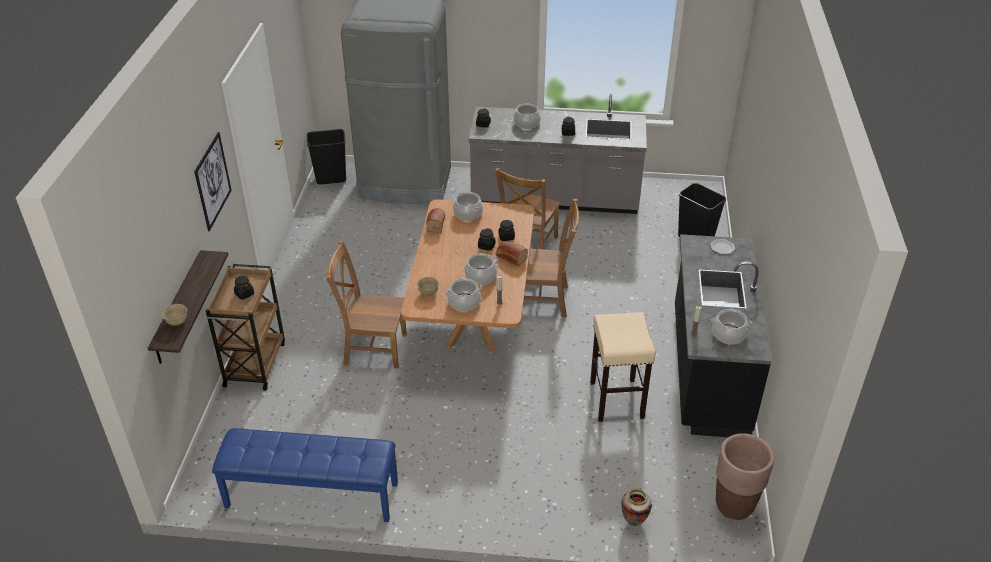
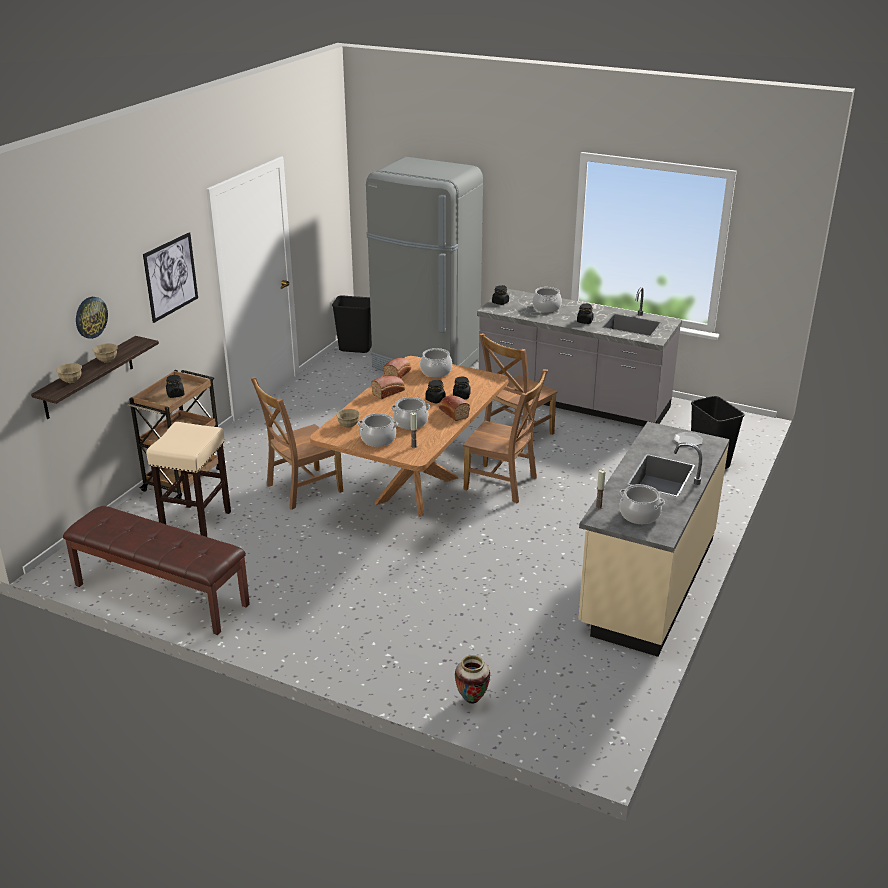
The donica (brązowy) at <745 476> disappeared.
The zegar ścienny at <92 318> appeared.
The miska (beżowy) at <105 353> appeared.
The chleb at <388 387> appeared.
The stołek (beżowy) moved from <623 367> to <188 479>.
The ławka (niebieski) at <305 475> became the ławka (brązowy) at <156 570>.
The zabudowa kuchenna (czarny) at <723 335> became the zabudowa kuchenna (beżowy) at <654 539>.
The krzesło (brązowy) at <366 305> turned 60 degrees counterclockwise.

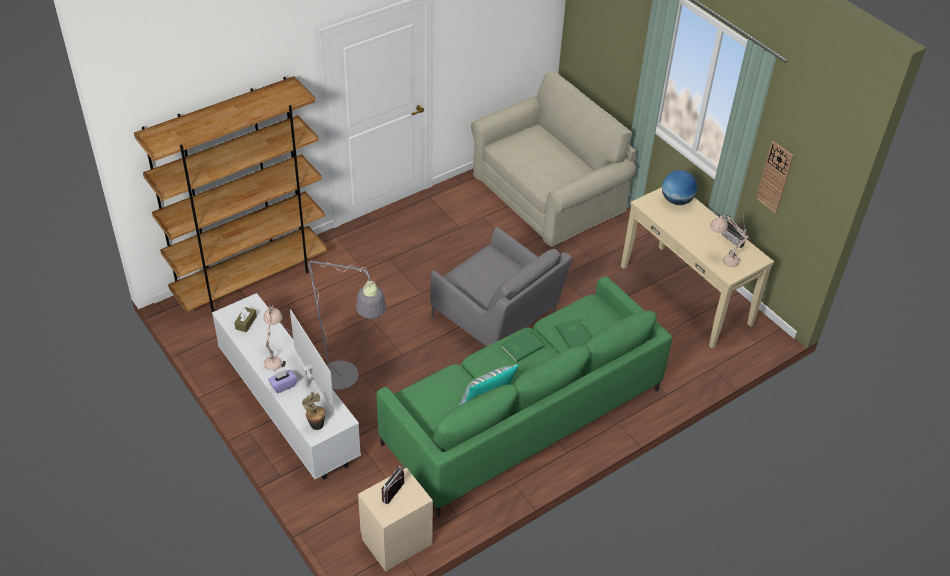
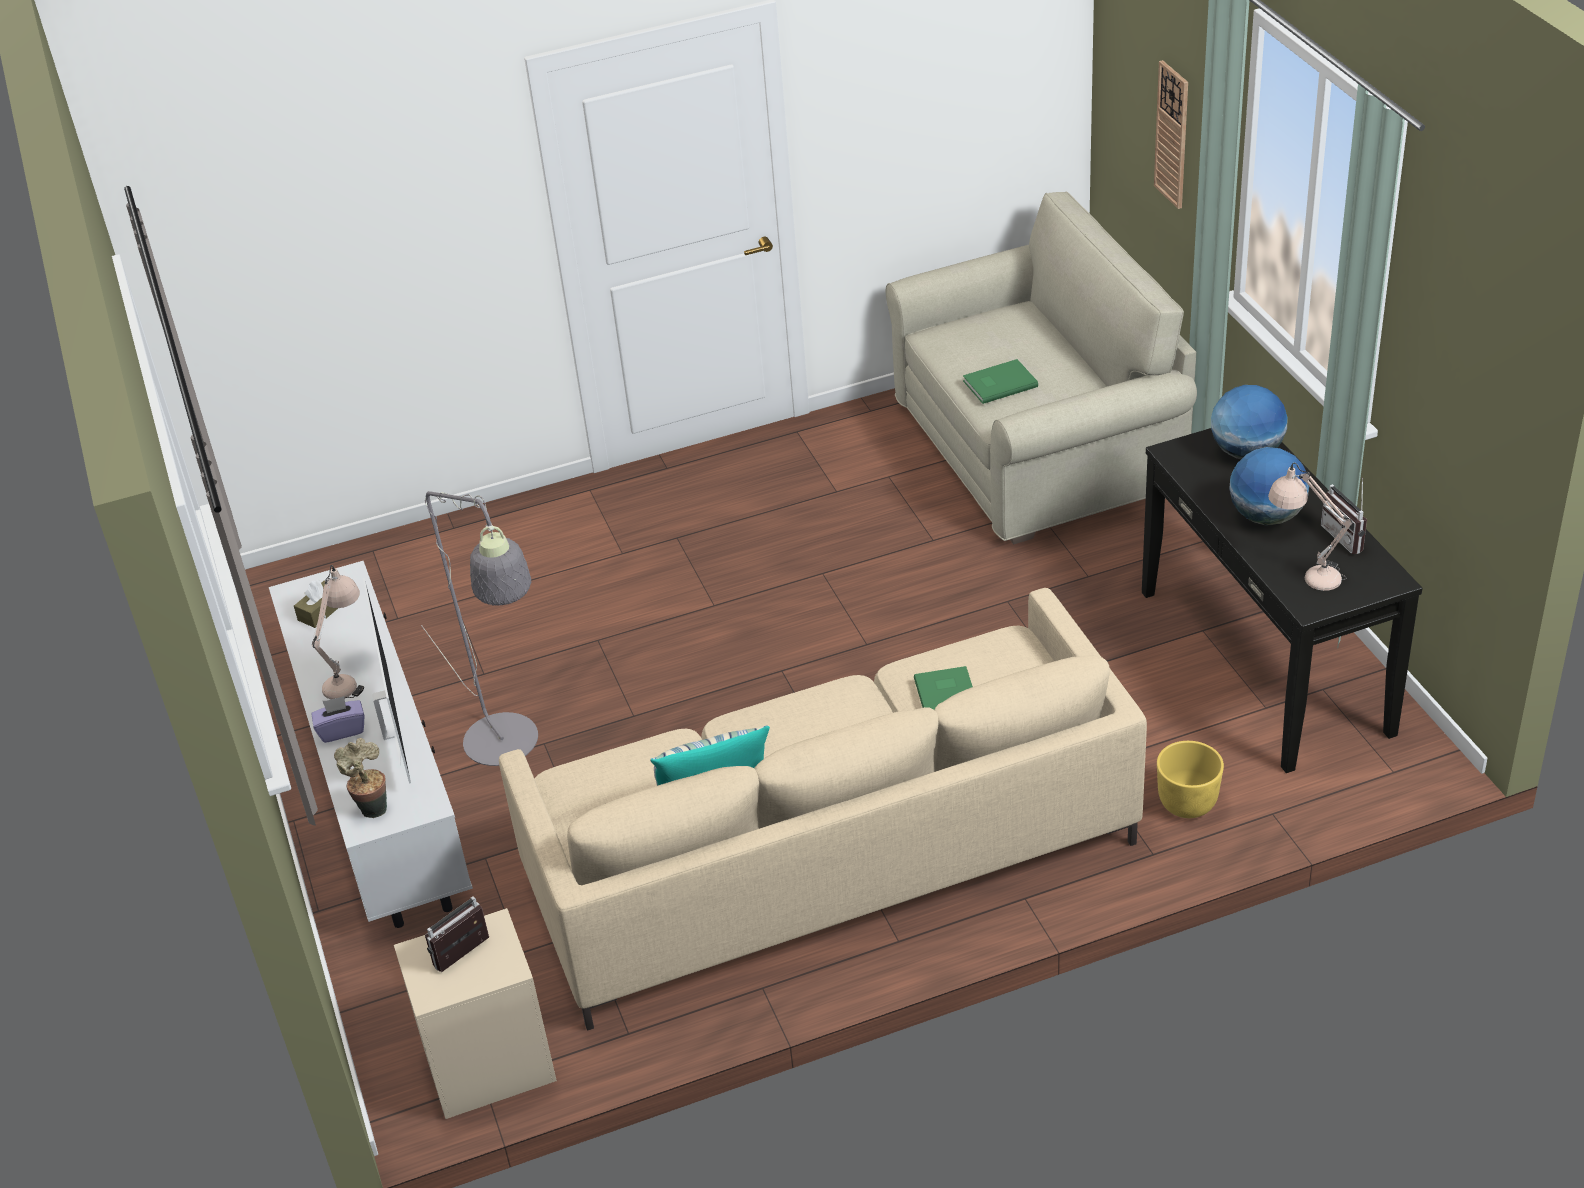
The regał (brązowy) at <231 194> disappeared.
The fotel (szary) at <501 287> disappeared.
The donica (żółty) at <1190 779> appeared.
The globus at <1269 486> appeared.
The książka (zielony) moved from <522 346> to <1000 381>.
The zegar ścienny moved from <775 177> to <1171 134>.
The kanapa (zielony) at <524 396> became the kanapa (beżowy) at <823 809>.
The stolik konsolowy (beżowy) at <697 267> became the stolik konsolowy (czarny) at <1282 600>.

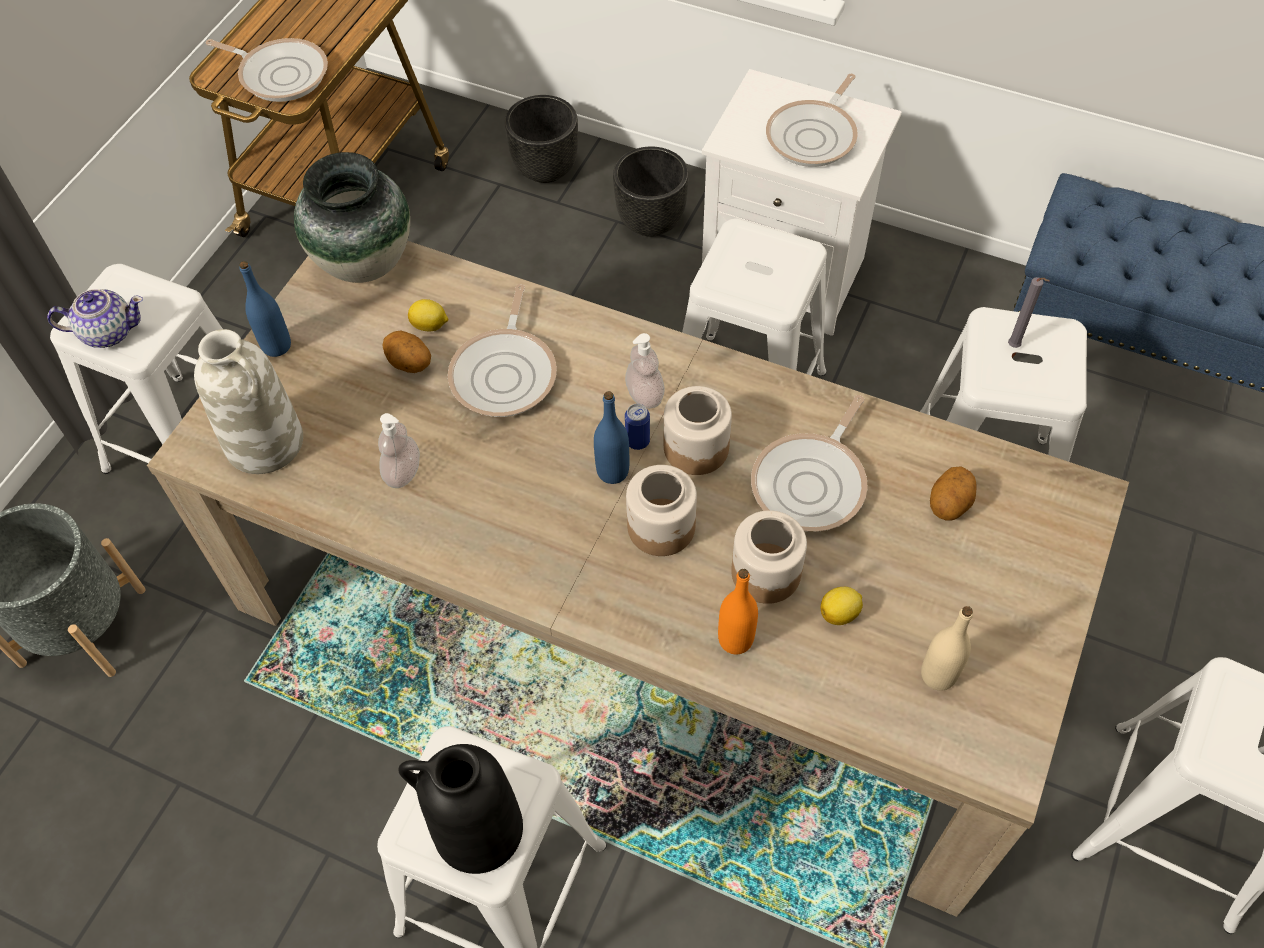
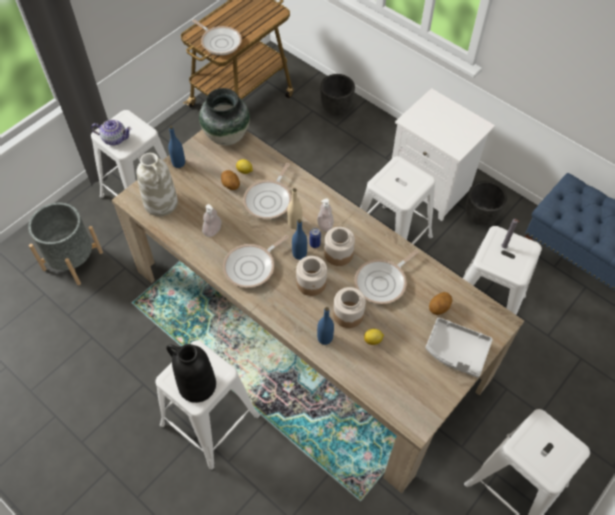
The taca (szary) at <459 348> appeared.
The donica (czarny) moved from <651 192> to <486 203>.
The patelnia moved from <812 120> to <256 261>.
The butelka (beżowy) moved from <947 648> to <294 208>.
The butelka (pomarańczowy) at <738 612> became the butelka (niebieski) at <325 326>.

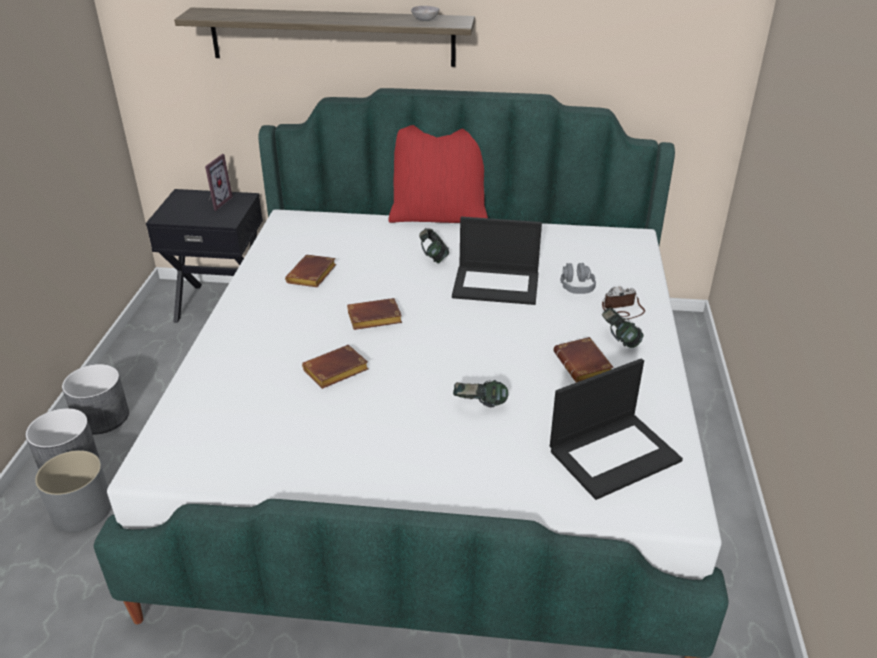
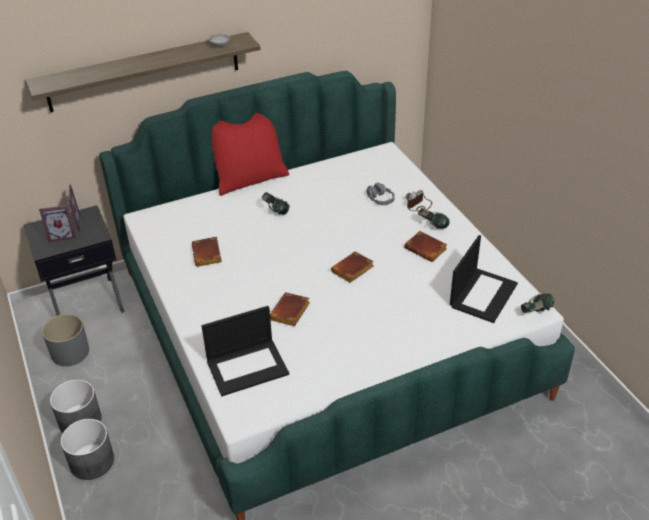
The ramka na zdjęcie at <57 223> appeared.
The donica (szary) moved from <73 491> to <65 340>.
The książka (brązowy) moved from <374 314> to <352 267>.
The laptop moved from <497 261> to <245 351>.
The słuchawki moved from <480 393> to <537 303>.

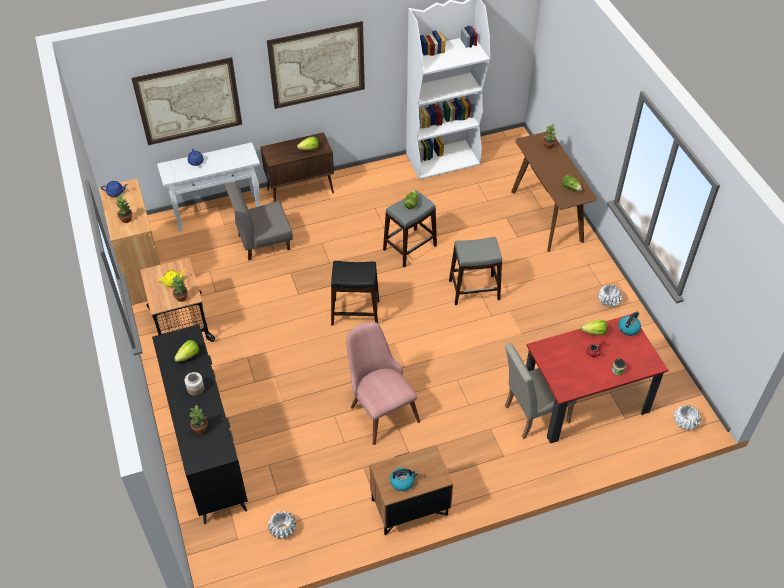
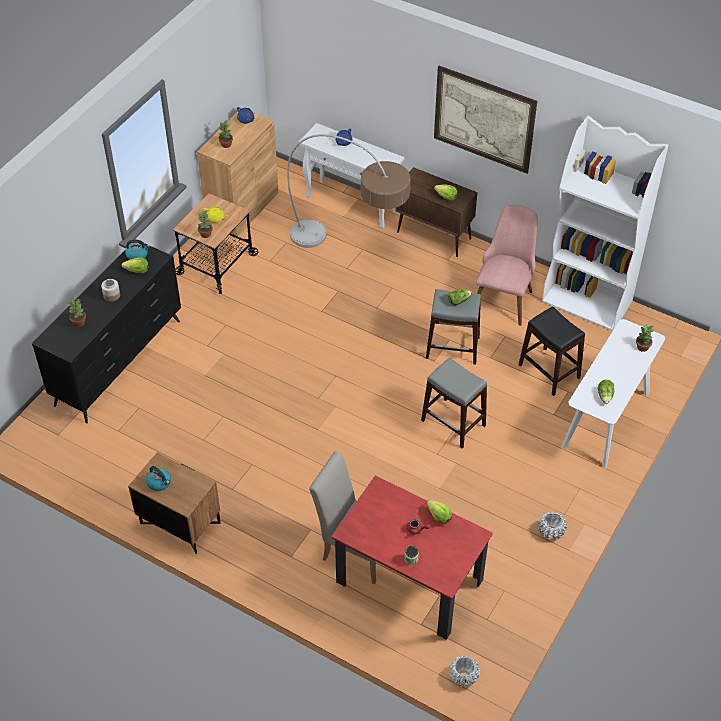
The obraz at <187 101> disappeared.
The donica (biały) at <282 525> disappeared.
The stołek (czarny) moved from <355 293> to <551 351>.
The krzesło (różowy) moved from <383 383> to <507 265>.
The czajnik moved from <629 324> to <137 249>.
The krzesło (szary) at <259 221> was replaced by the lampa stojąca at <349 191>.
The stolik konsolowy (brązowy) at <554 192> became the stolik konsolowy (biały) at <613 393>.

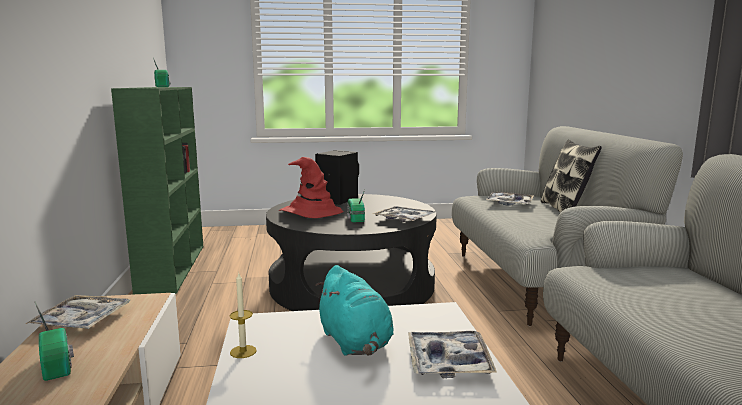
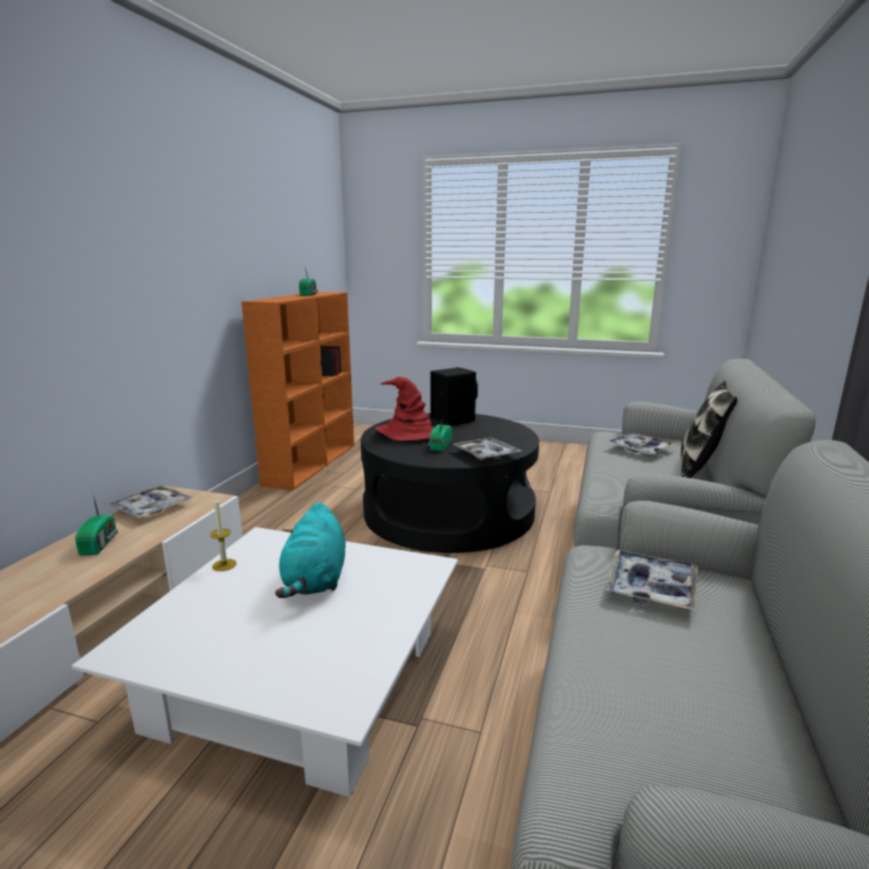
The taca moved from <452 354> to <651 580>.
The regał (zielony) at <157 190> became the regał (pomarańczowy) at <298 391>.

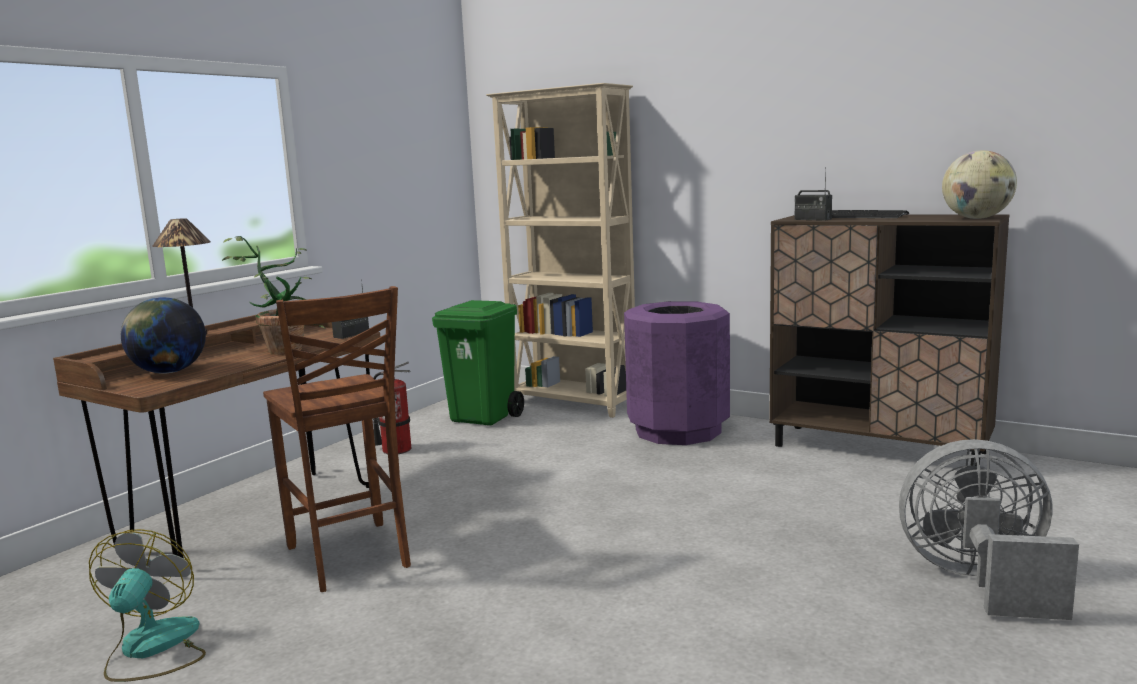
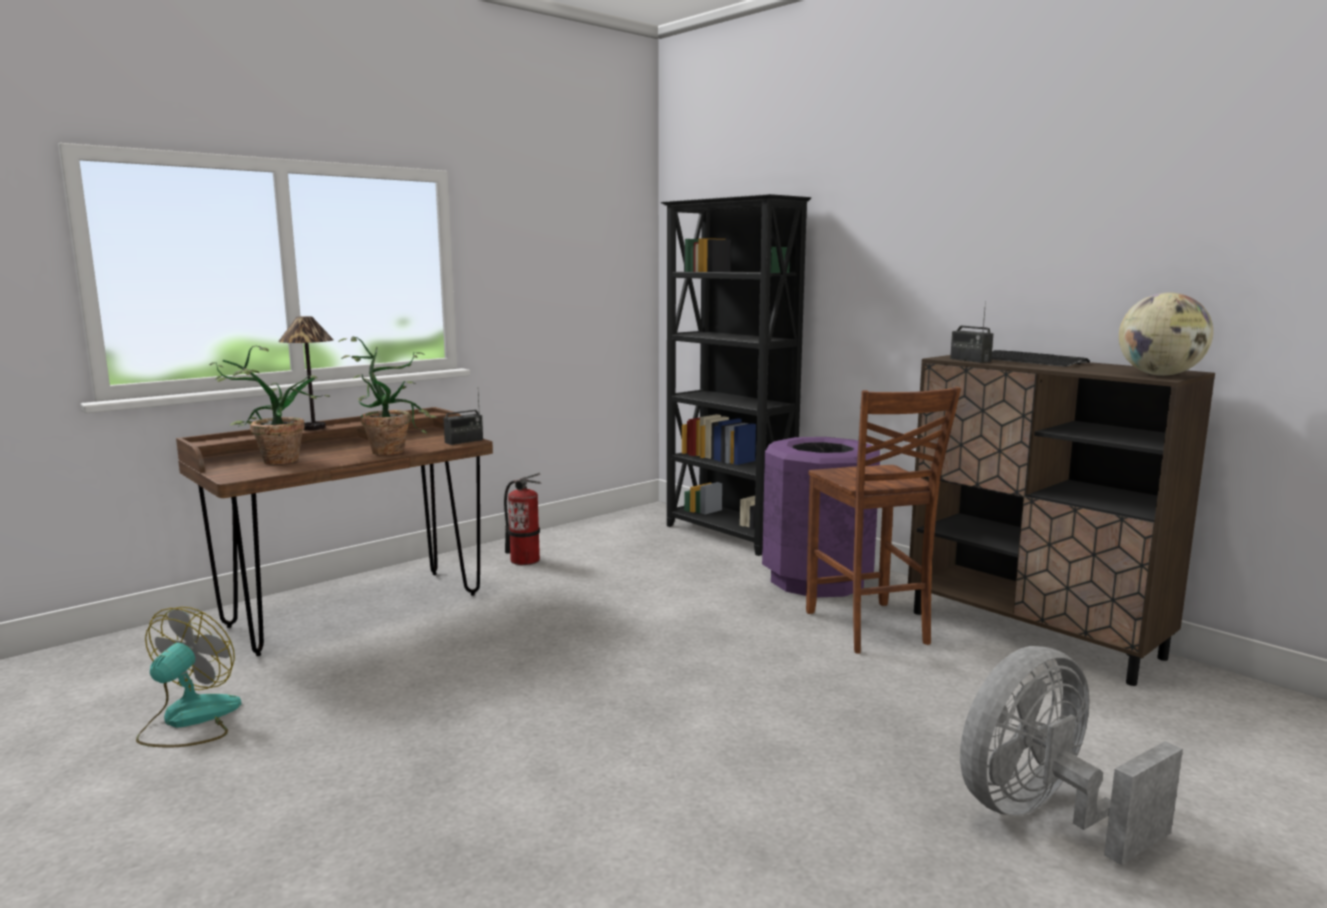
The kosz na śmieci (zielony) at <478 363> disappeared.
The krzesło (brązowy) moved from <337 439> to <883 520>.
The globus at <163 335> was replaced by the roślina doniczkowa at <270 405>.
The regał (beżowy) at <560 250> became the regał (czarny) at <736 375>.
The wentylator (szary) at <989 529> turned 60 degrees counterclockwise.

